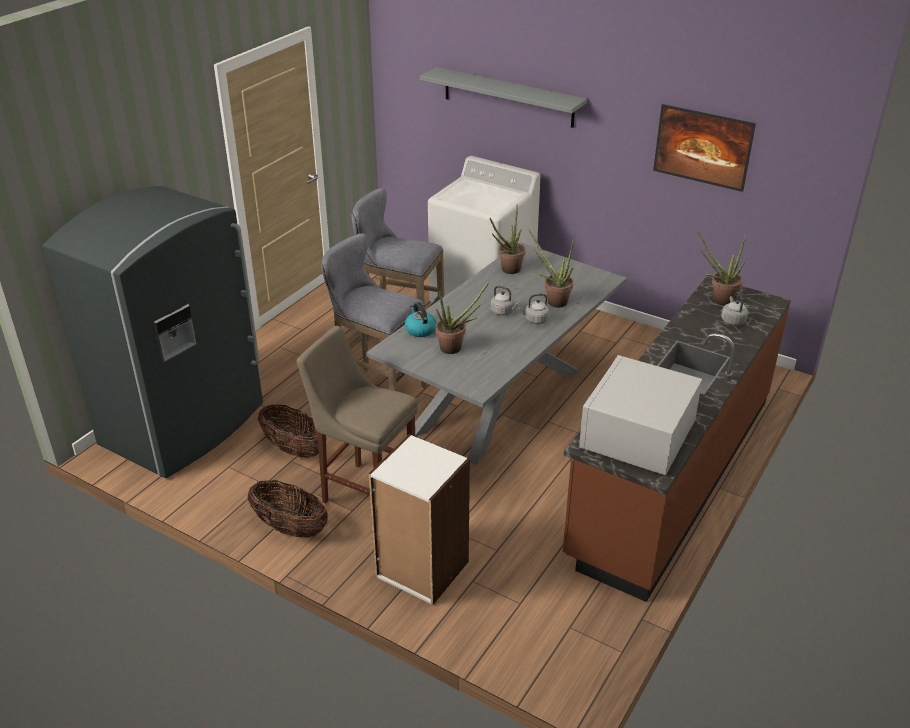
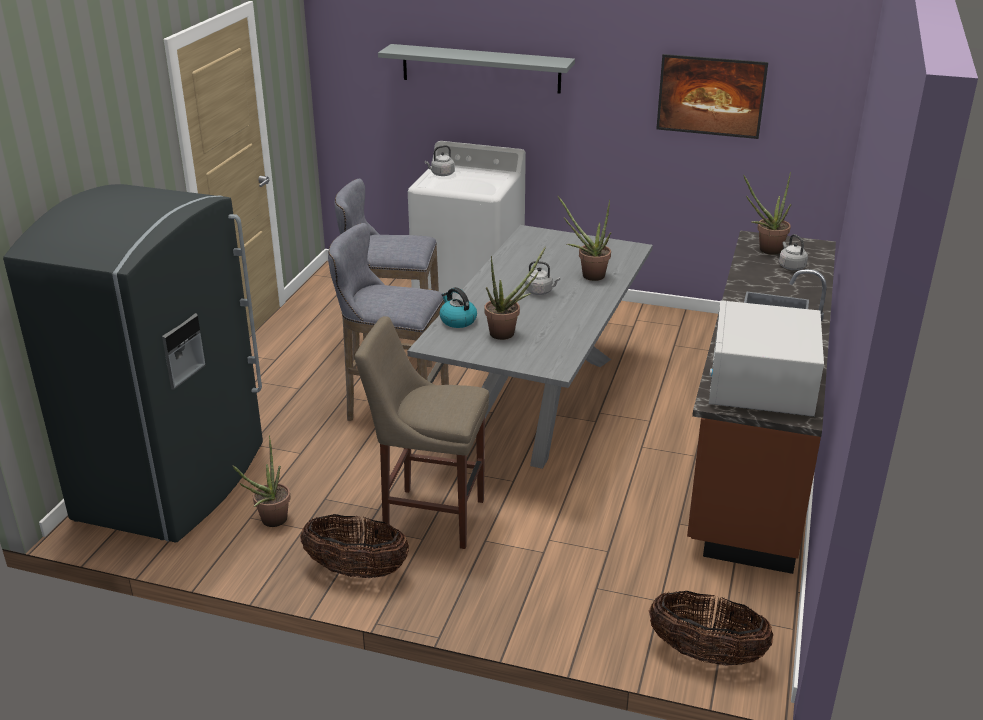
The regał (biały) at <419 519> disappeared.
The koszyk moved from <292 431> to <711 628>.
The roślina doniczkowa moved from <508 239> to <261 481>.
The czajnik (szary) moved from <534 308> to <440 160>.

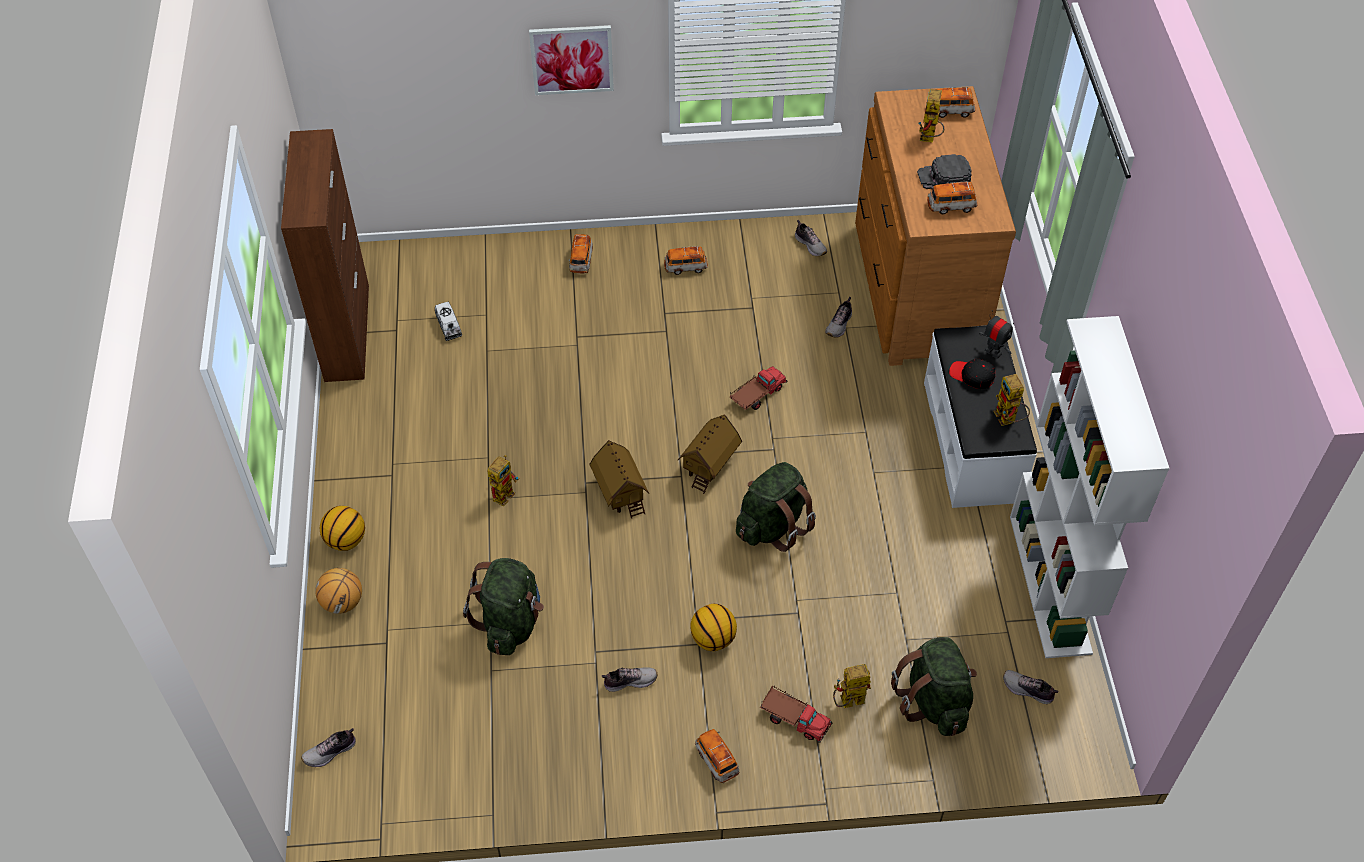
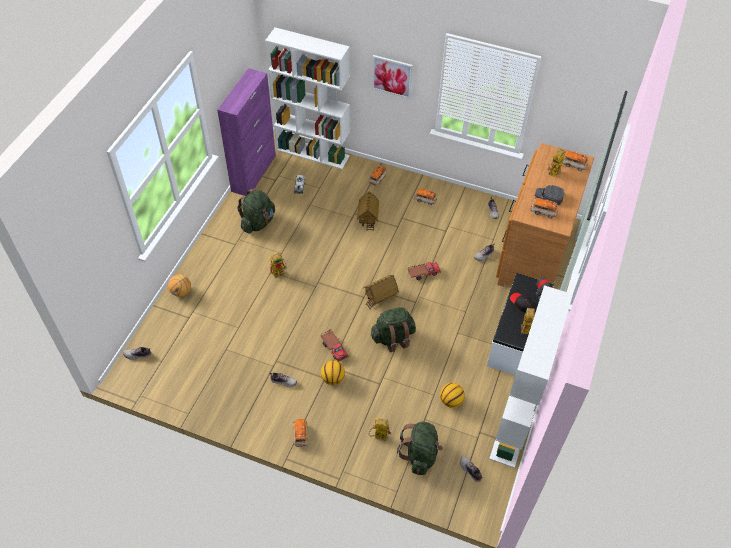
The regał (biały) at <307 98> appeared.
The piłka do koszykówki moved from <342 528> to <452 395>.
The plecak (zielony) moved from <503 606> to <256 211>.
The domek moved from <619 479> to <368 211>.
The ciężarówka zabawkowa moved from <796 714> to <334 345>.
The szafka (brązowy) at <325 255> became the szafka (fioletowy) at <246 132>.

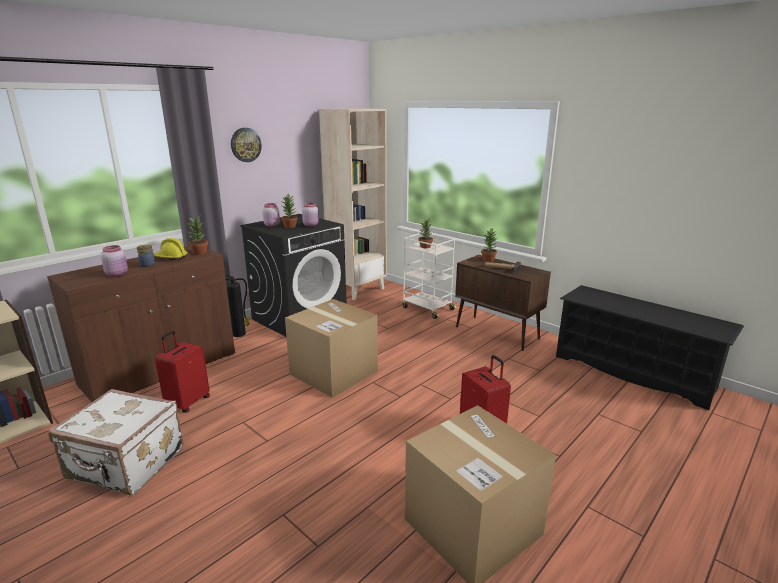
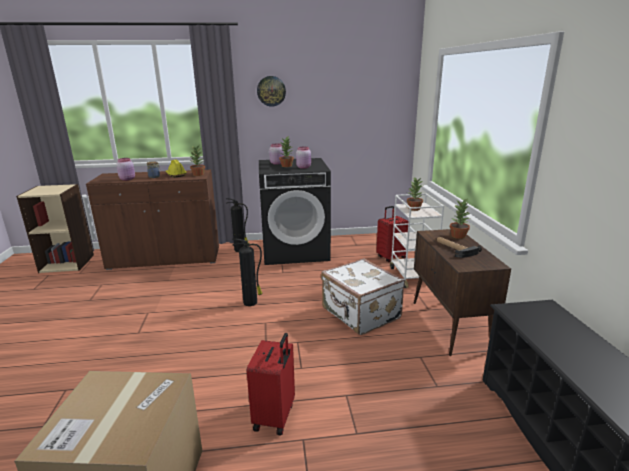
The regał (beżowy) at <353 204> disappeared.
The walizka (biały) moved from <116 442> to <363 297>.
The walizka (czerwony) moved from <182 372> to <392 234>.
The karton at <331 348> was replaced by the gaśnica at <247 272>.

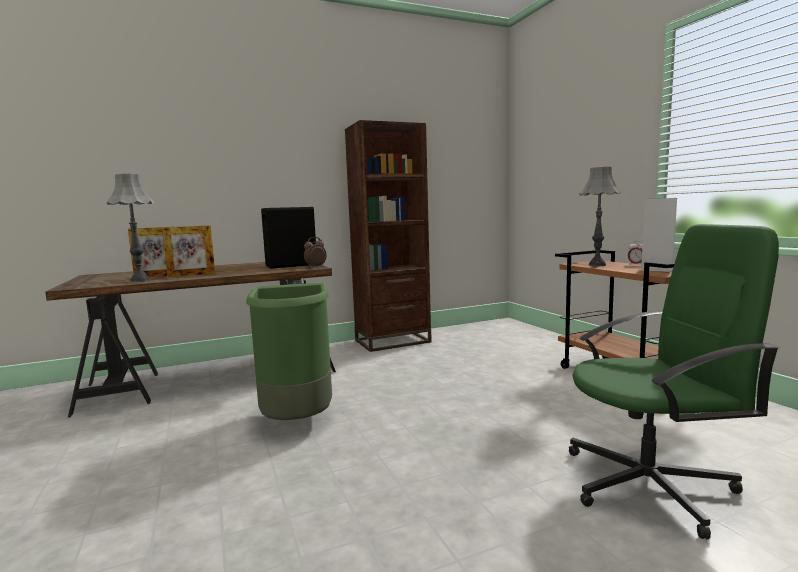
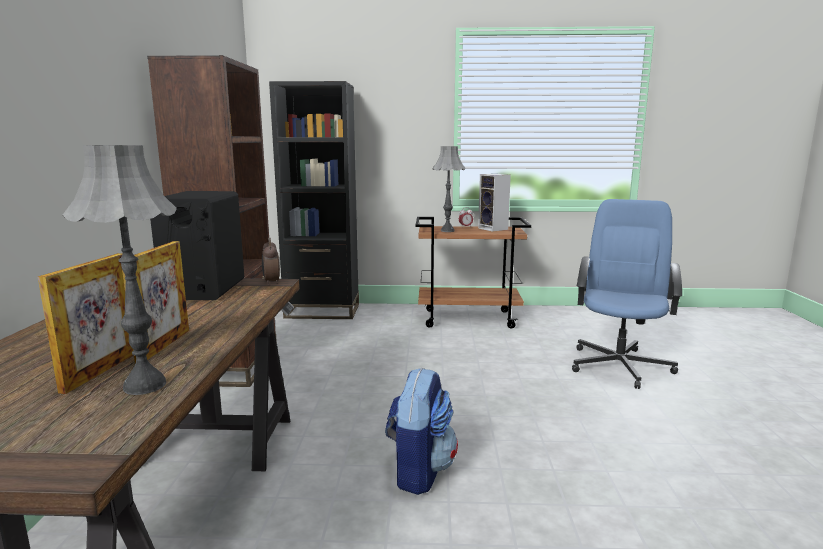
The regał (czarny) at <314 200> appeared.
The kosz na śmieci (zielony) at <289 351> was replaced by the plecak at <421 431>.
The krzesło biurowe (zielony) at <675 381> became the krzesło biurowe (niebieski) at <627 294>.

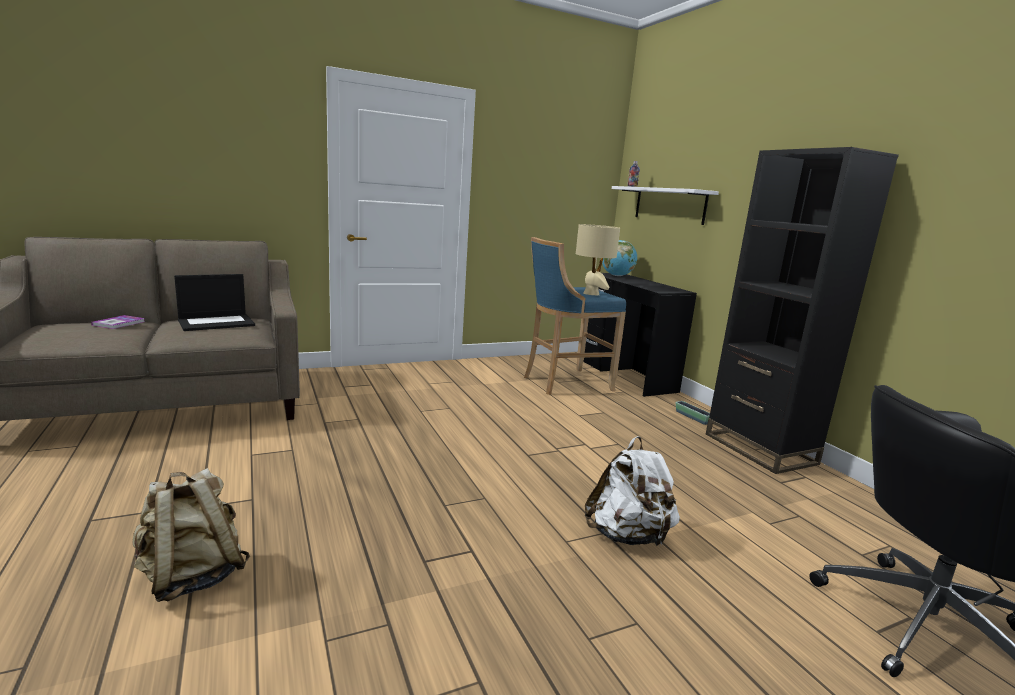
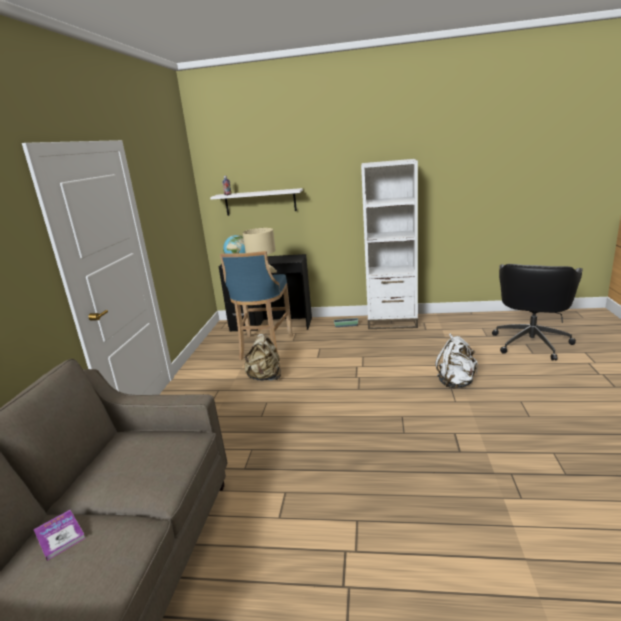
The laptop at <214 302> disappeared.
The plecak (beżowy) moved from <191 535> to <263 357>.
The regał (czarny) at <802 310> became the regał (biały) at <389 244>.

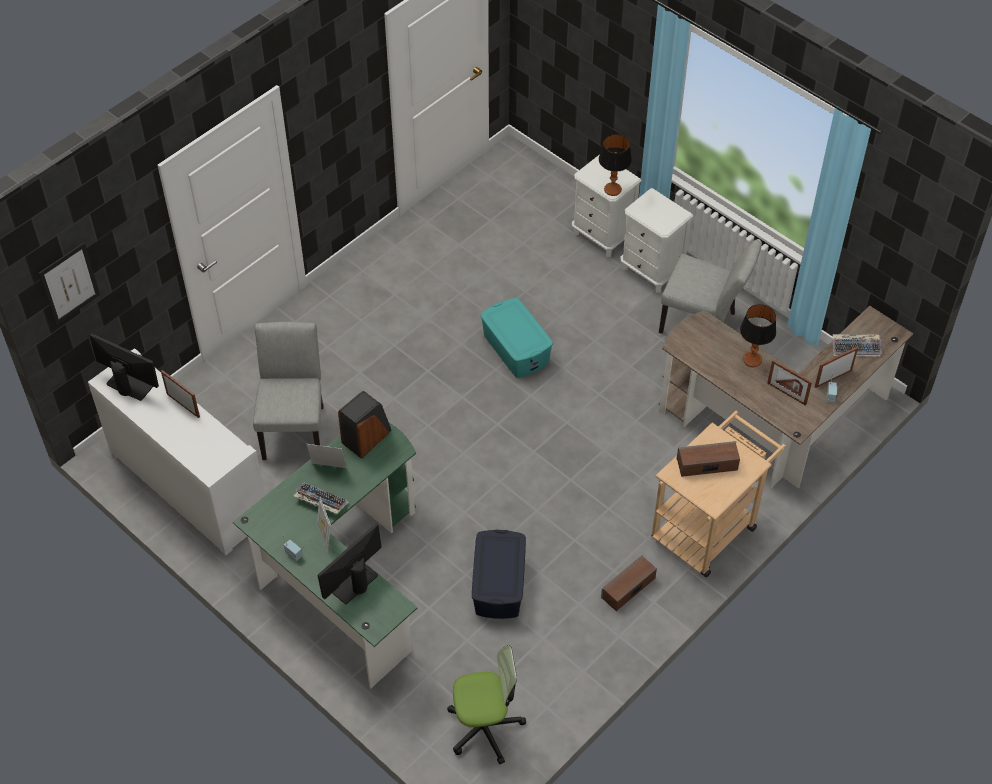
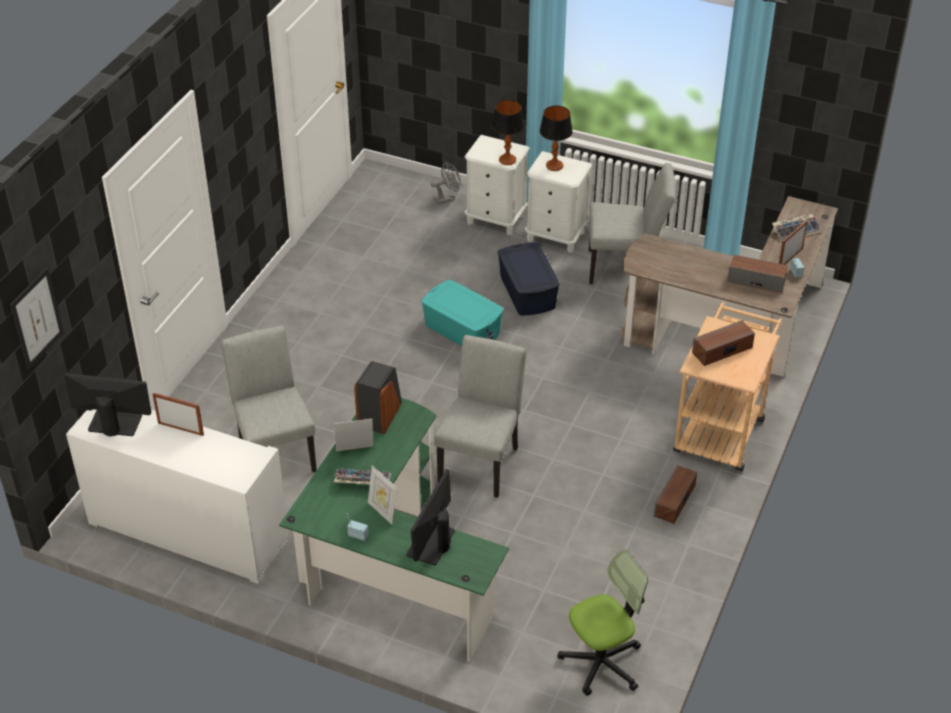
The wentylator (szary) at <446 183> appeared.
The krzesło (szary) at <480 416> appeared.
The pojemnik do przechowywania (niebieski) moved from <499 574> to <529 279>.
The lampa stołowa moved from <758 335> to <556 138>.
The ramka na zdjęcie at <789 383> was replaced by the głośnik at <757 274>.

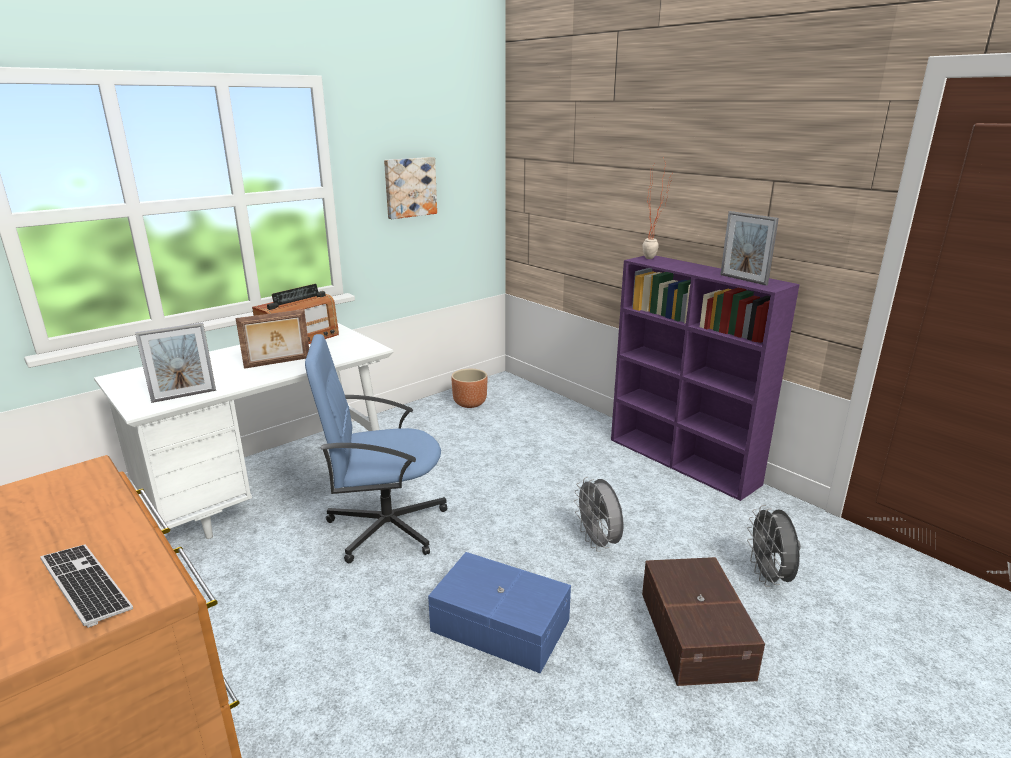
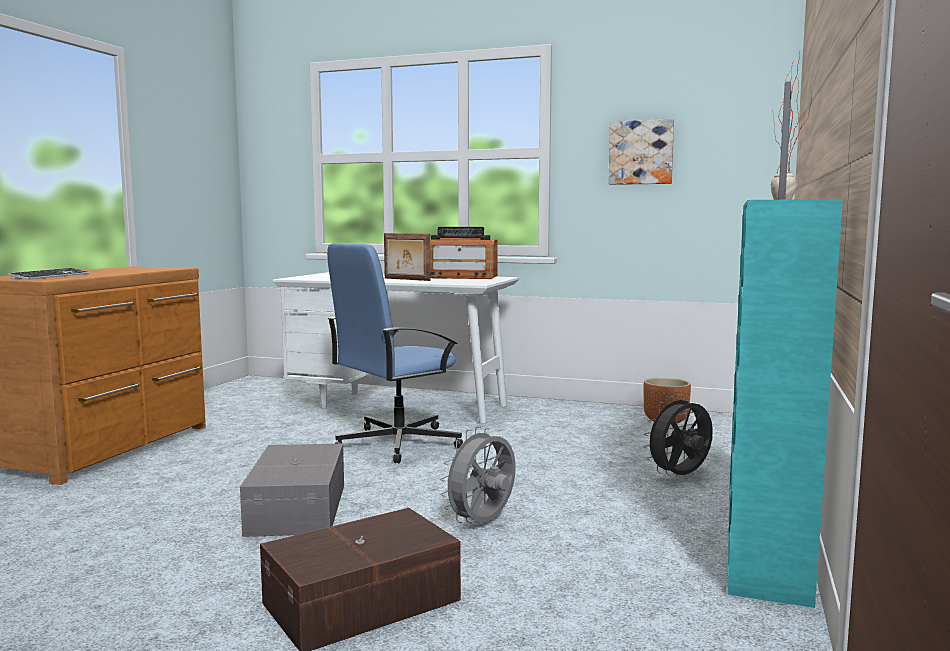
The ramka na zdjęcie at <175 362> disappeared.
The wentylator (szary) moved from <774 546> to <678 435>.
The pojemnik do przechowywania (niebieski) at <499 612> became the pojemnik do przechowywania (szary) at <292 490>.
The regał (fioletowy) at <705 378> became the regał (turkusowy) at <785 403>.
The krzesło biurowe (niebieski) at <376 448> turned 90 degrees counterclockwise.

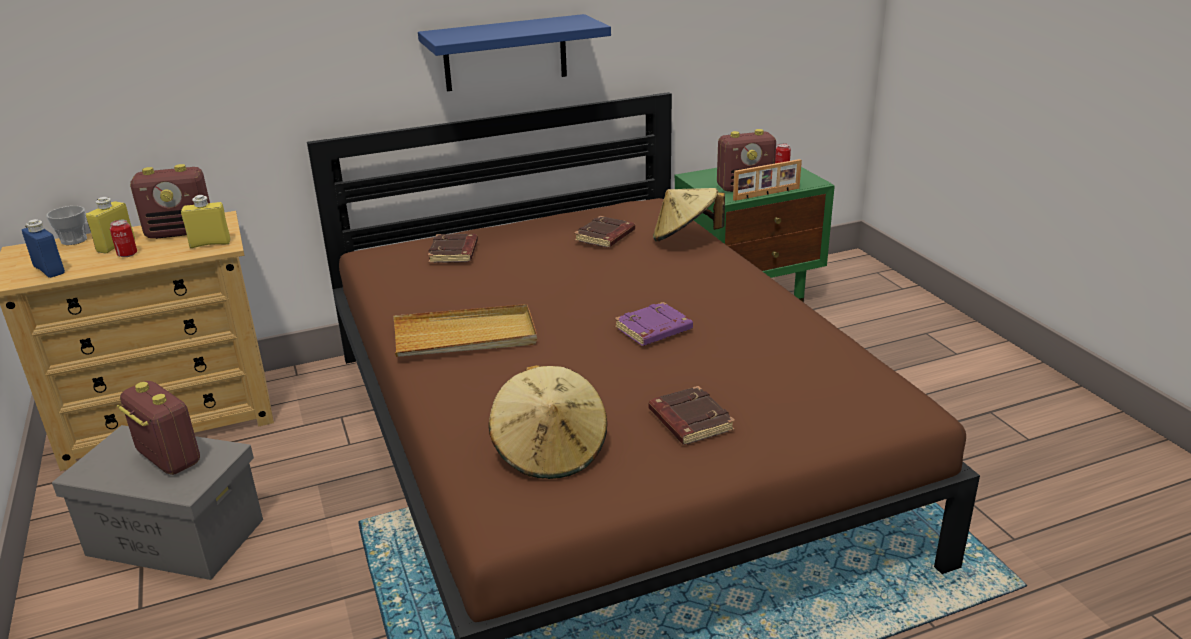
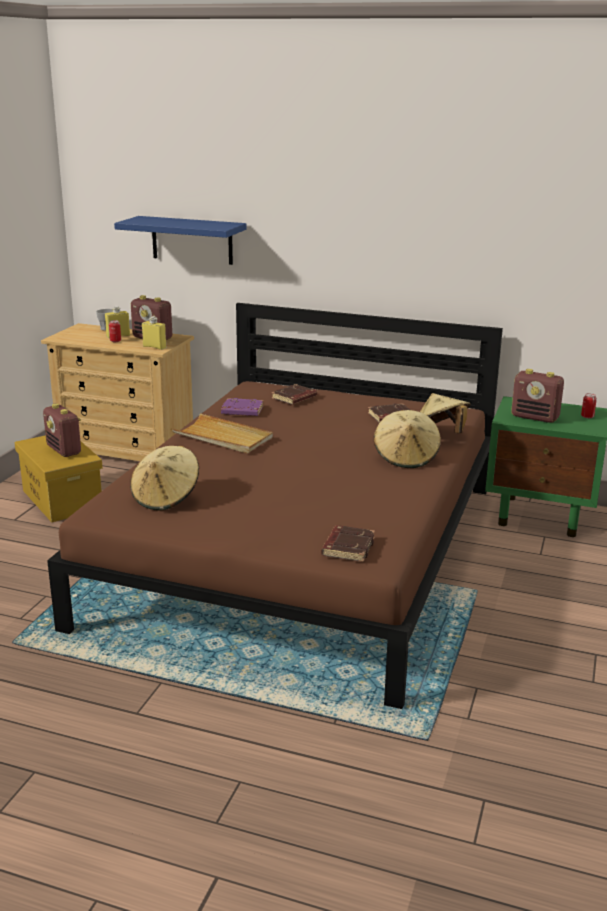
The butelka (niebieski) at <43 248> disappeared.
The ramka na zdjęcie at <767 180> disappeared.
The kapelusz (beżowy) at <407 439> appeared.
The półka (niebieski) moved from <514 52> to <180 240>.
The książka (fioletowy) moved from <654 324> to <242 407>.
The książka (brązowy) moved from <692 415> to <348 543>.
The pojemnik do przechowywania (szary) at <157 502> became the pojemnik do przechowywania (żółty) at <58 478>.
The radio at <158 428> turned 150 degrees clockwise.

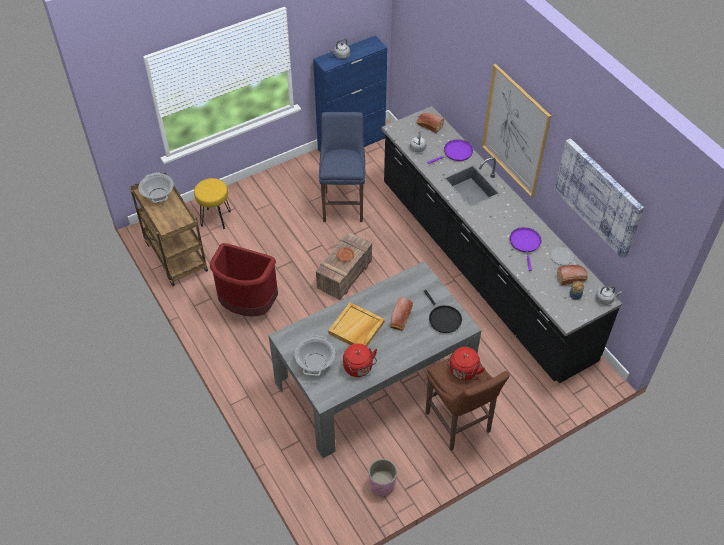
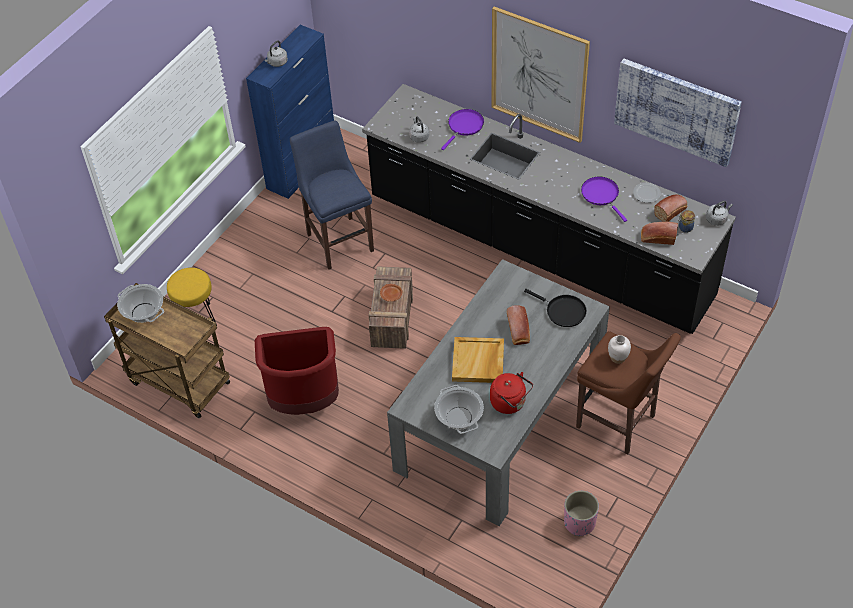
The chleb moved from <430 123> to <659 233>.
The czajnik (czerwony) at <465 363> was replaced by the wazon (biały) at <619 349>.

